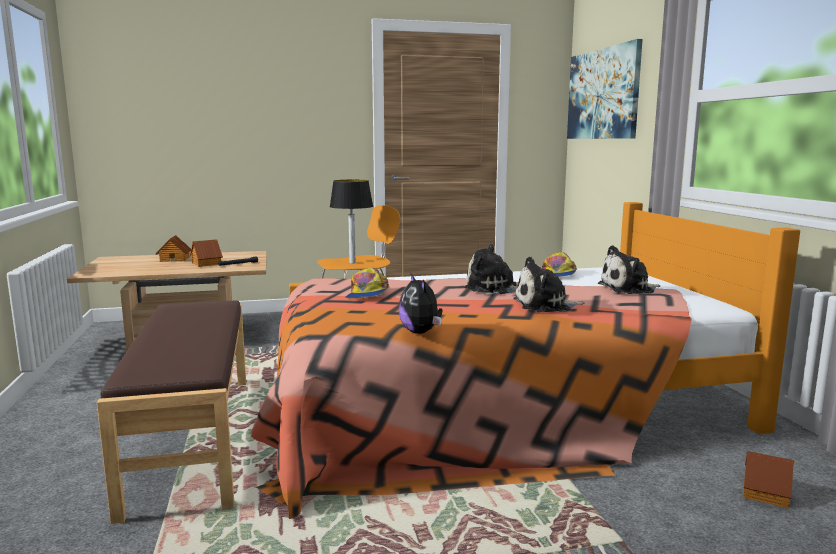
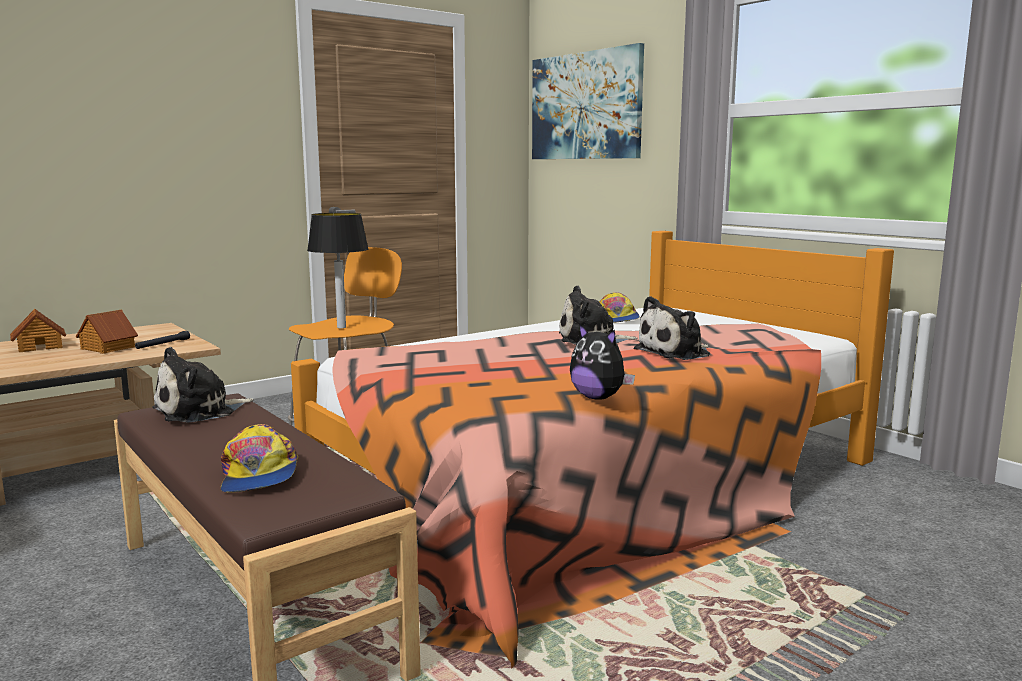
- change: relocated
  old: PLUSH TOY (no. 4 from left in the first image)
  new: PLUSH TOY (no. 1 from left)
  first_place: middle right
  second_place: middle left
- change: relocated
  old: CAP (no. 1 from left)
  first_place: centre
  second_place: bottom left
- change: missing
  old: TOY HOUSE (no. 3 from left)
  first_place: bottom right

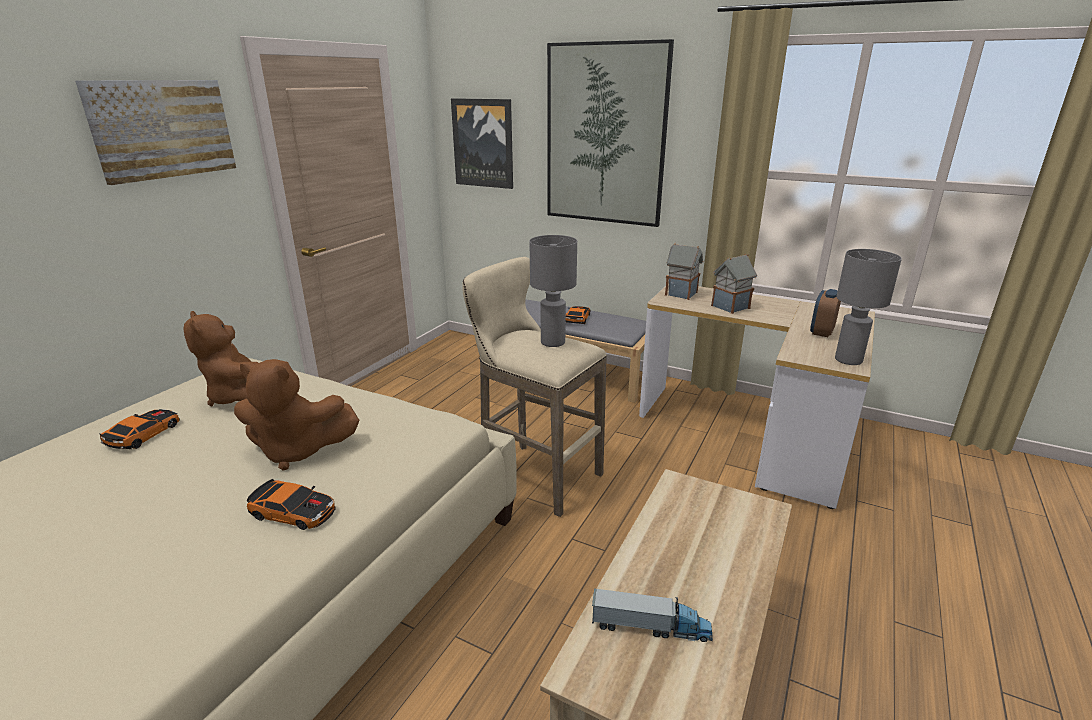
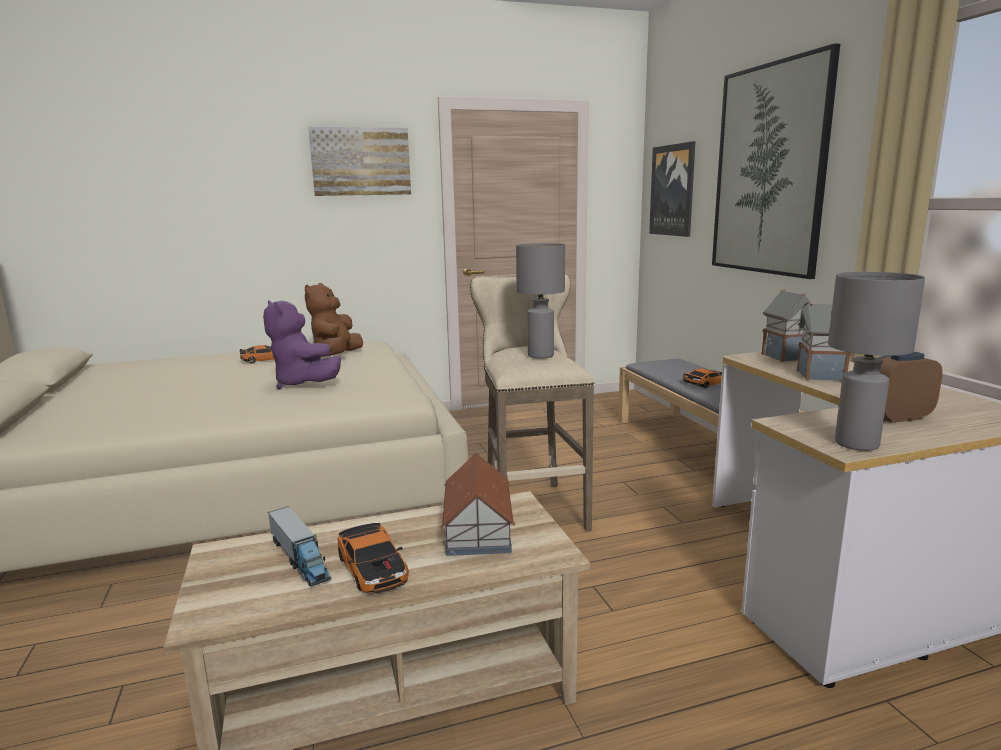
- change: colour
  old: BROWN PLUSH TOY (no. 2 from left)
  new: PURPLE PLUSH TOY
  first_place: middle left
  second_place: middle left
- change: relocated
  old: TOY CAR (no. 2 from left)
  first_place: bottom left
  second_place: bottom centre
- change: appeared
  new: TOY HOUSE (no. 1 from left)
  second_place: bottom centre

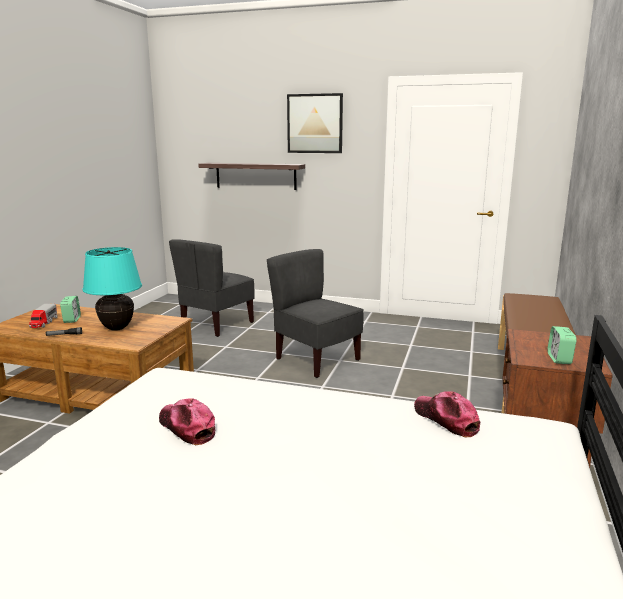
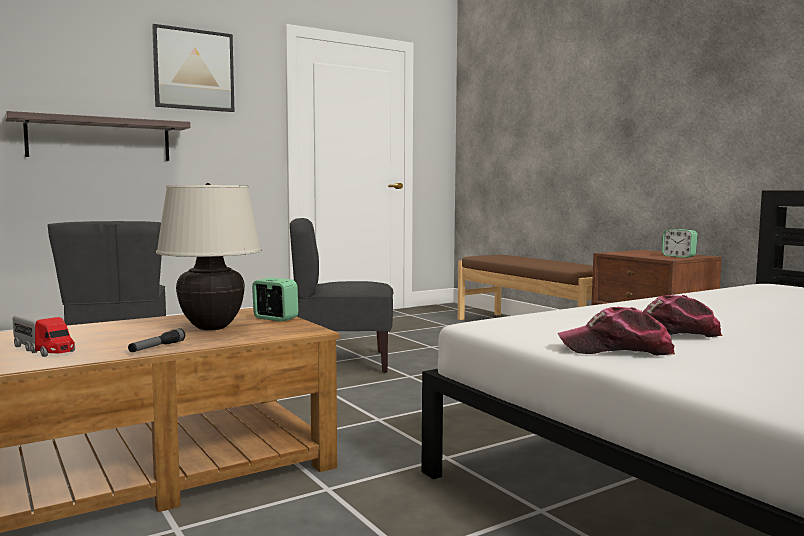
- change: colour
  old: TURQUOISE TABLE LAMP
  new: BEIGE TABLE LAMP
  first_place: middle left
  second_place: middle left
- change: relocated
  old: ALARM CLOCK (no. 1 from left)
  first_place: middle left
  second_place: centre
- change: relocated
  old: CAP (no. 2 from left in the first image)
  new: CAP (no. 1 from left)
  first_place: bottom right
  second_place: middle right

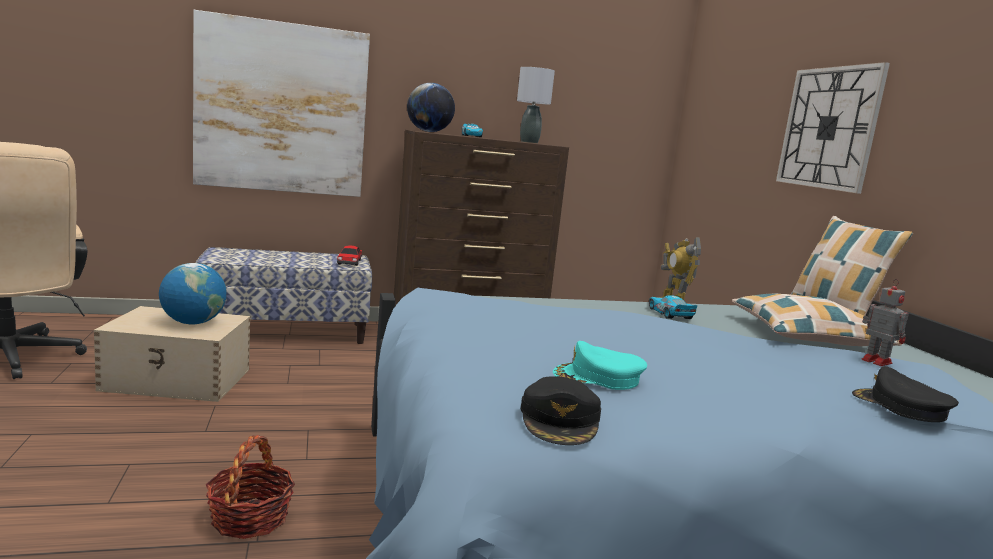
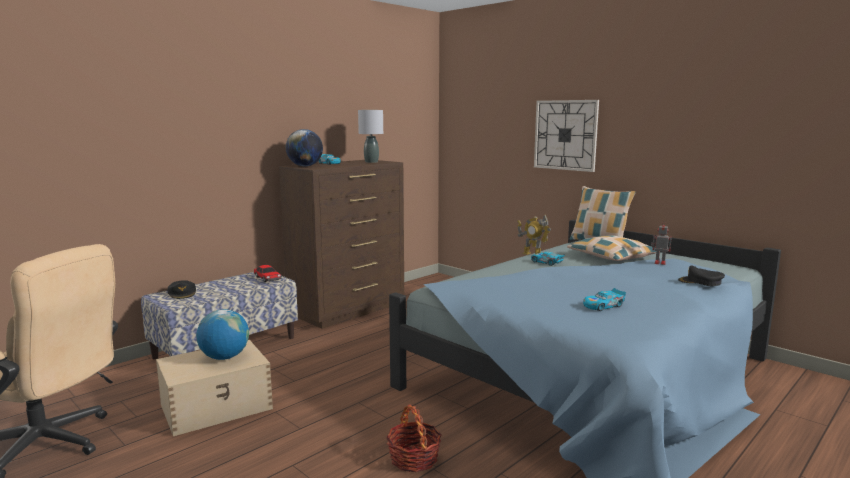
- change: relocated
  old: BLACK CAP (no. 1 from left)
  first_place: bottom centre
  second_place: middle left
- change: exchanged
  old: TURQUOISE CAP
  new: TOY CAR (no. 4 from left)
  first_place: centre
  second_place: middle right
- change: missing
  old: PICTURE
  first_place: top left

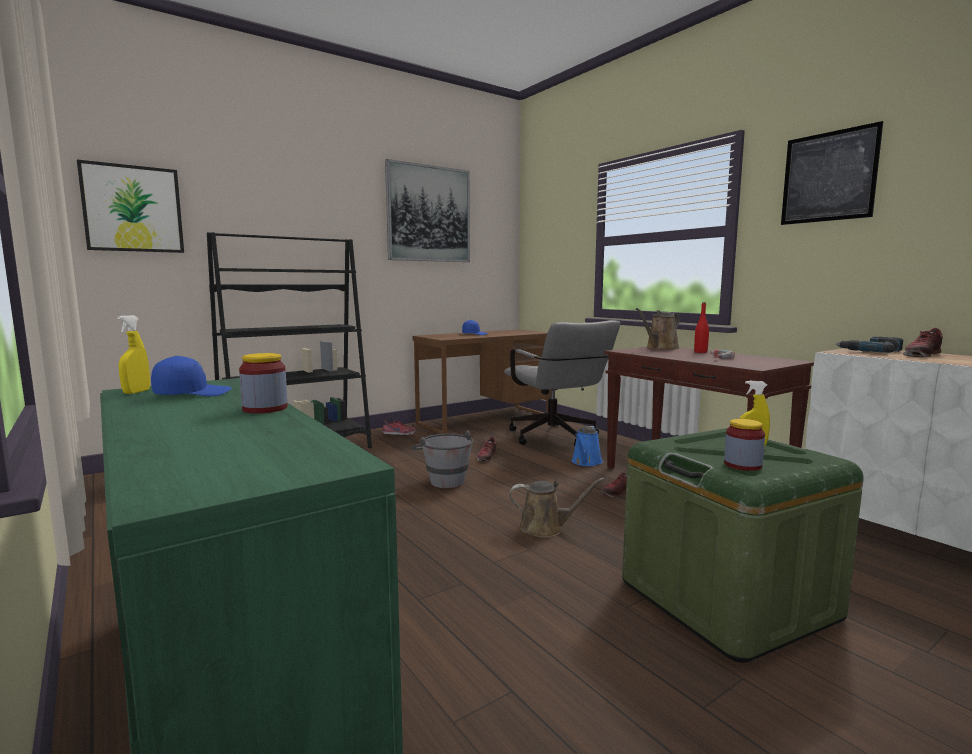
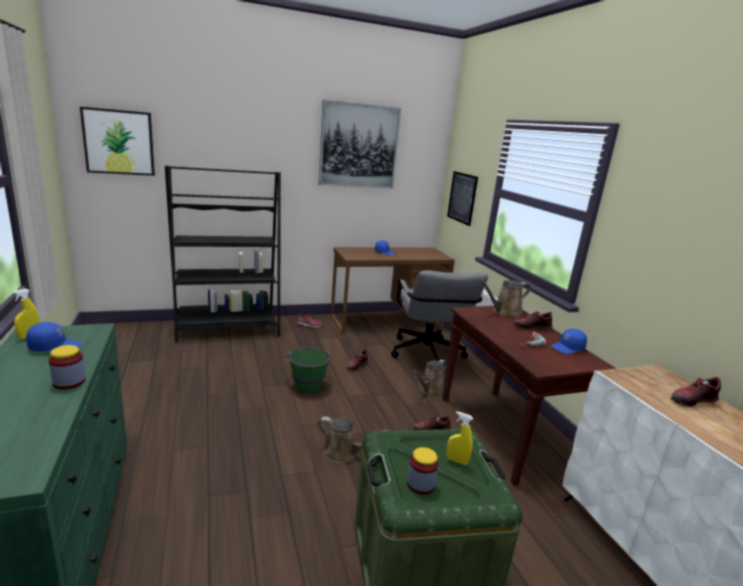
- change: colour
  old: GREY BUCKET
  new: GREEN BUCKET
  first_place: centre
  second_place: centre
- change: colour
  old: BLUE WATERING CAN
  new: BROWN WATERING CAN (no. 2 from left)
  first_place: centre
  second_place: centre
- change: relocated
  old: PICTURE (no. 3 from left)
  first_place: top right
  second_place: centre
- change: exchanged
  old: RED BOTTLE
  new: SHOE (no. 4 from left)
  first_place: middle right
  second_place: middle right
- change: appeared
  new: BLUE CAP (no. 3 from left)
  second_place: middle right
- change: missing
  old: POWER DRILL (no. 2 from left)
  first_place: middle right

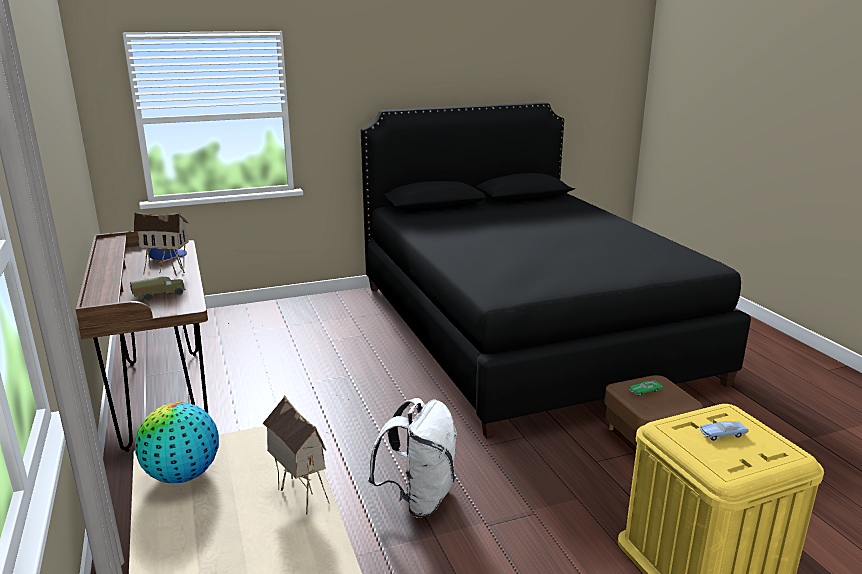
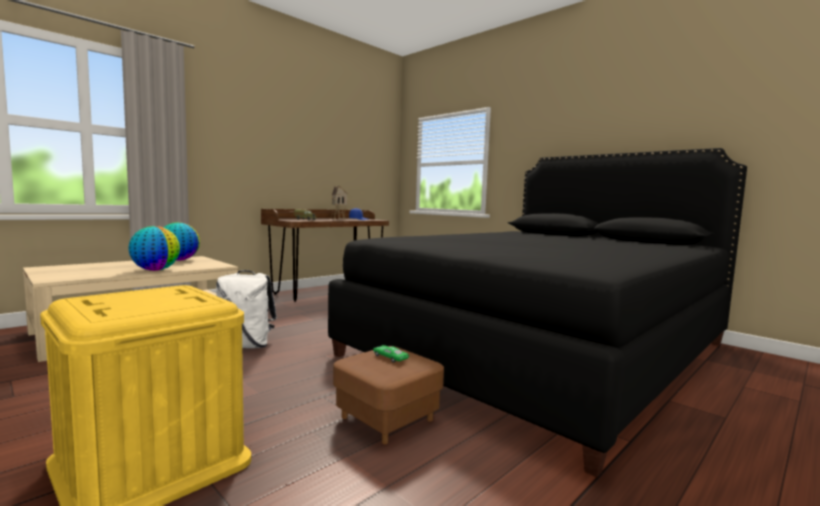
- change: exchanged
  old: TOY HOUSE (no. 2 from left)
  new: GLOBE (no. 1 from left)
  first_place: bottom centre
  second_place: middle left
- change: missing
  old: BLUE TOY CAR
  first_place: bottom right

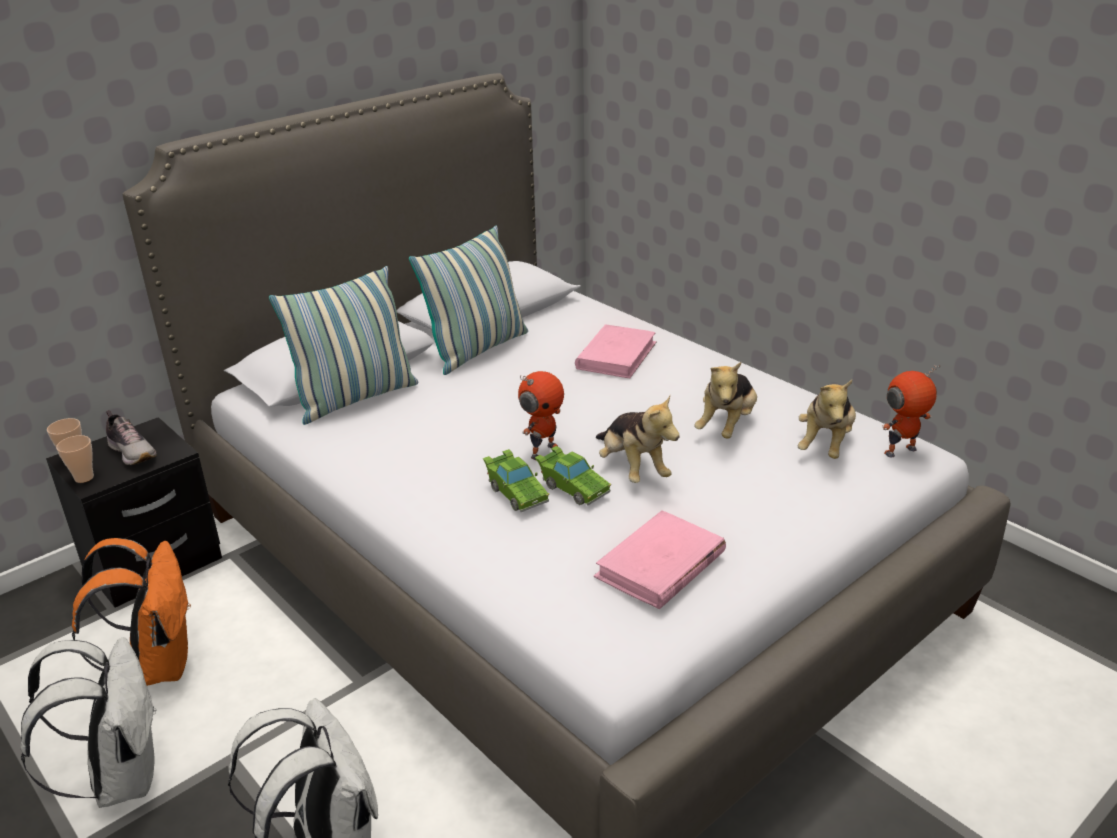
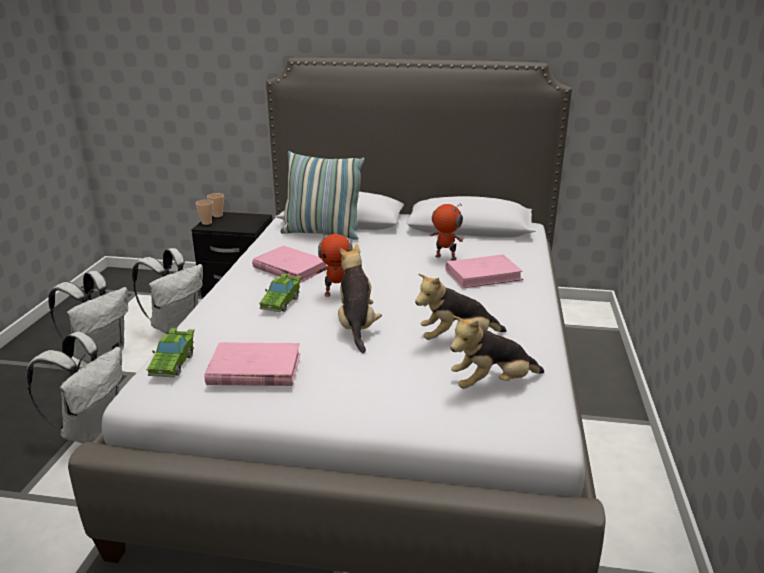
- change: colour
  old: ORANGE BACKPACK
  new: WHITE BACKPACK (no. 3 from left)
  first_place: bottom left
  second_place: middle left
- change: relocated
  old: GREEN TOY CAR (no. 2 from left in the first image)
  new: GREEN TOY CAR (no. 1 from left)
  first_place: centre
  second_place: middle left
- change: appeared
  new: PINK BOOK (no. 2 from left)
  second_place: centre
- change: spun
  old: PLUSH TOY (no. 1 from left)
  first_place: centre
  second_place: centre
  degrees: 150
- change: relocated
  old: TOY ROBOT (no. 2 from left)
  first_place: middle right
  second_place: centre
- change: missing
  old: SHOE
  first_place: middle left
- change: missing
  old: PILLOW (no. 2 from left)
  first_place: centre

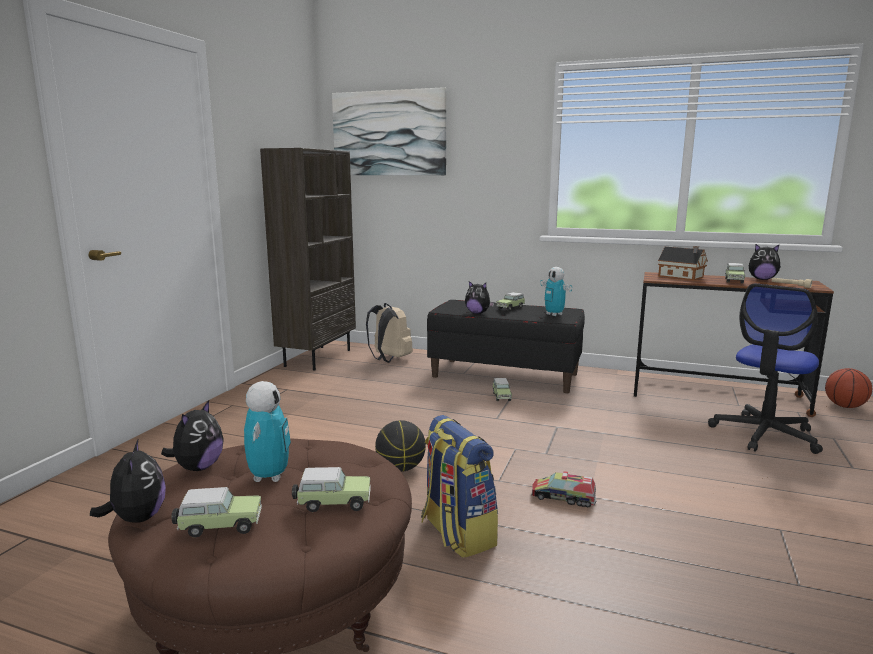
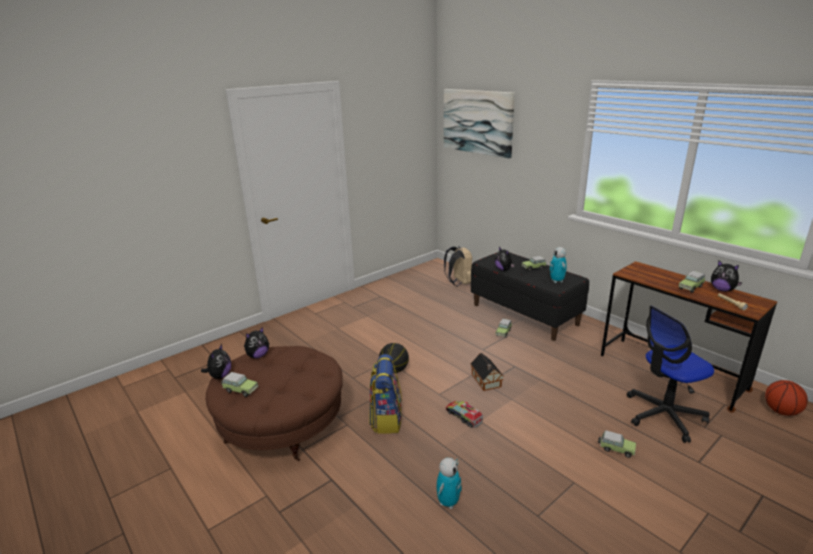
- change: relocated
  old: TOY ROBOT (no. 1 from left)
  first_place: middle left
  second_place: bottom centre
- change: relocated
  old: TOY HOUSE
  first_place: middle right
  second_place: bottom centre
- change: relocated
  old: TOY CAR (no. 2 from left in the first image)
  new: TOY CAR (no. 4 from left)
  first_place: bottom centre
  second_place: bottom right
- change: missing
  old: BROWN BOOKCASE
  first_place: centre

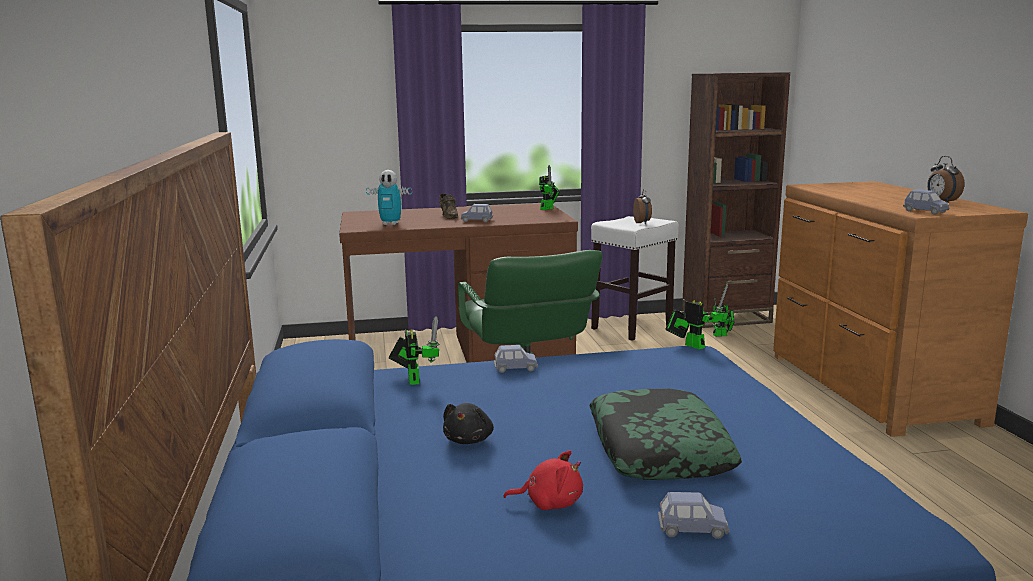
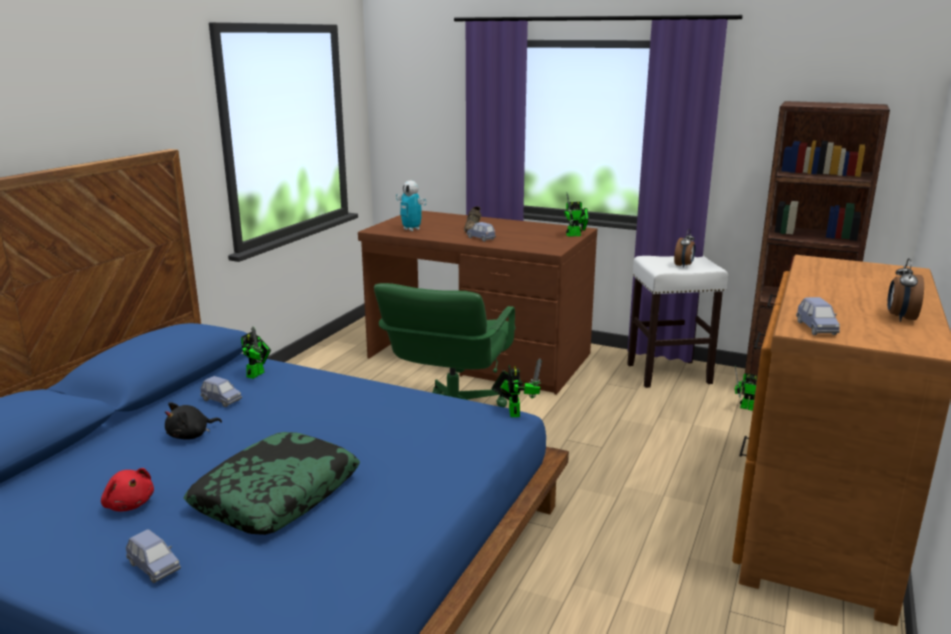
- change: relocated
  old: BLUE TOY CAR (no. 2 from left)
  first_place: centre
  second_place: middle left

